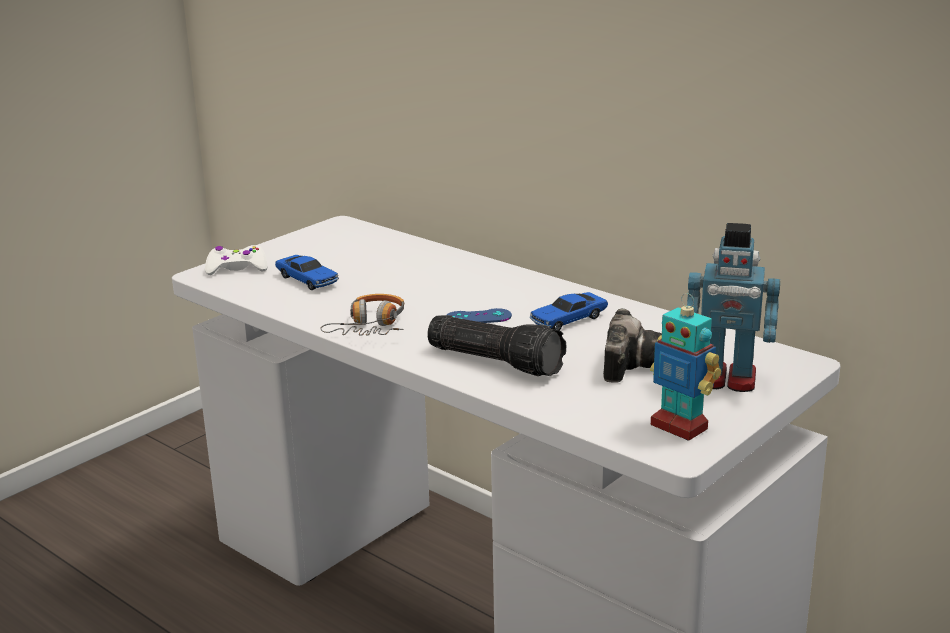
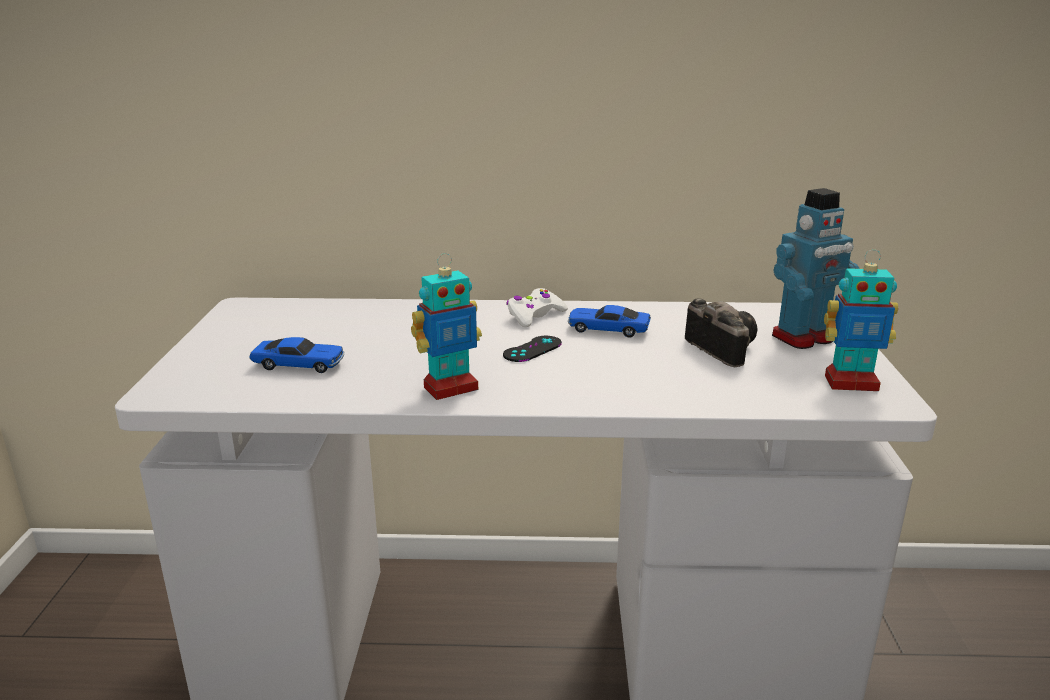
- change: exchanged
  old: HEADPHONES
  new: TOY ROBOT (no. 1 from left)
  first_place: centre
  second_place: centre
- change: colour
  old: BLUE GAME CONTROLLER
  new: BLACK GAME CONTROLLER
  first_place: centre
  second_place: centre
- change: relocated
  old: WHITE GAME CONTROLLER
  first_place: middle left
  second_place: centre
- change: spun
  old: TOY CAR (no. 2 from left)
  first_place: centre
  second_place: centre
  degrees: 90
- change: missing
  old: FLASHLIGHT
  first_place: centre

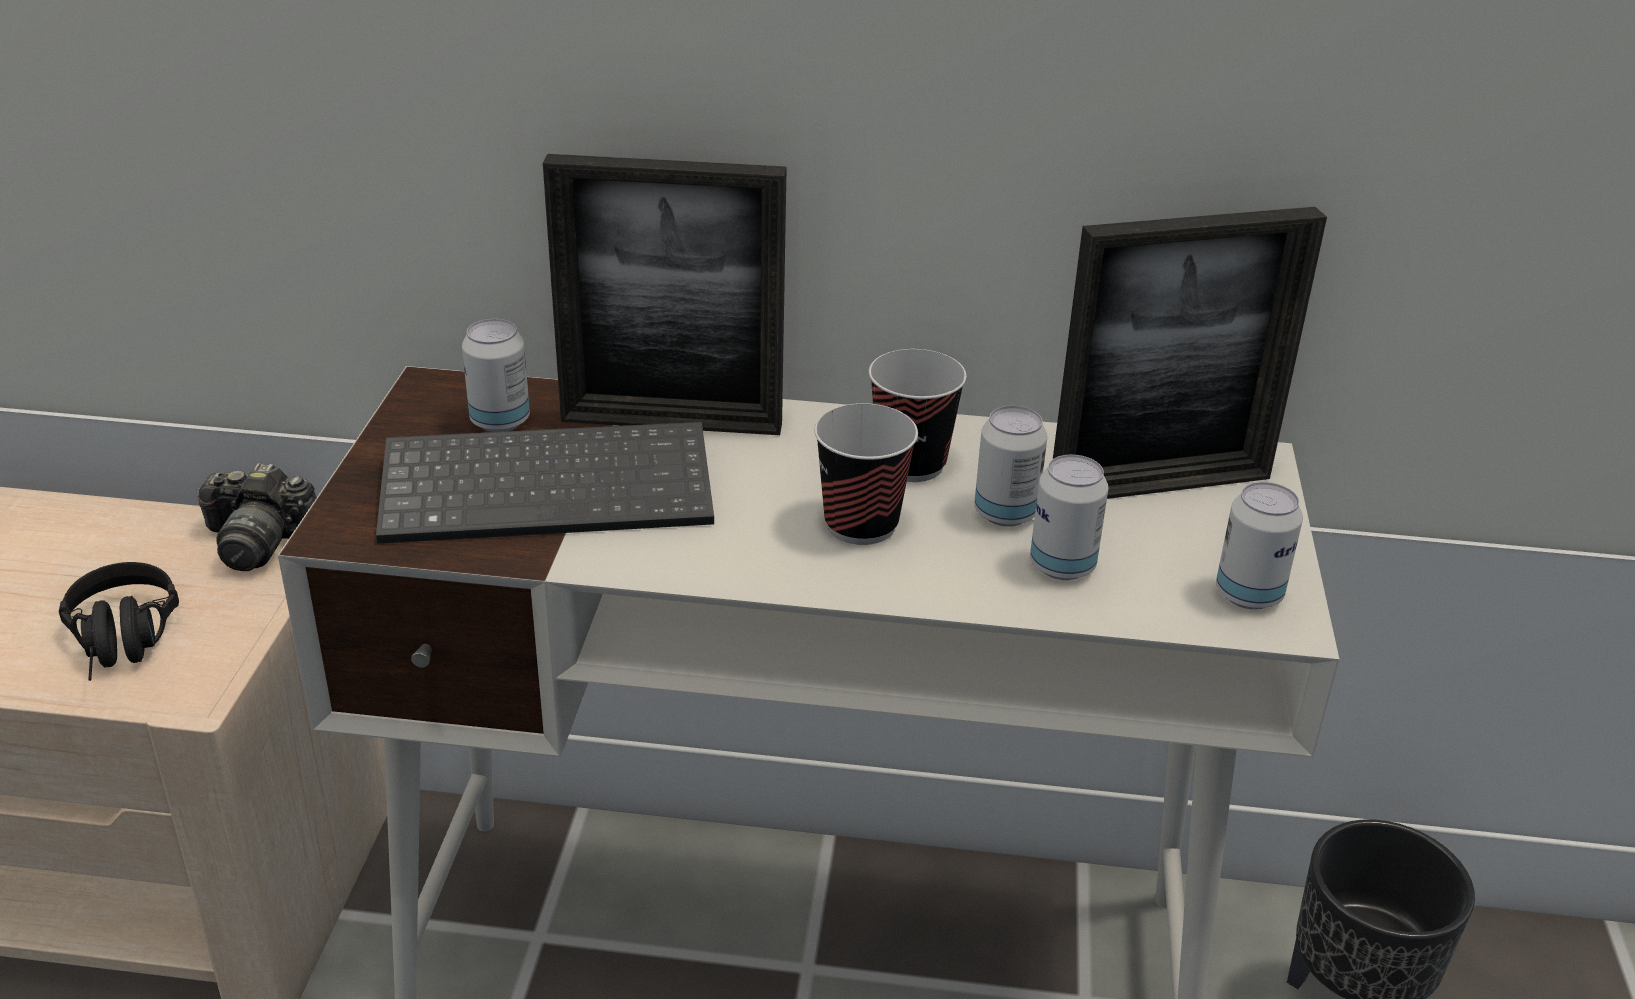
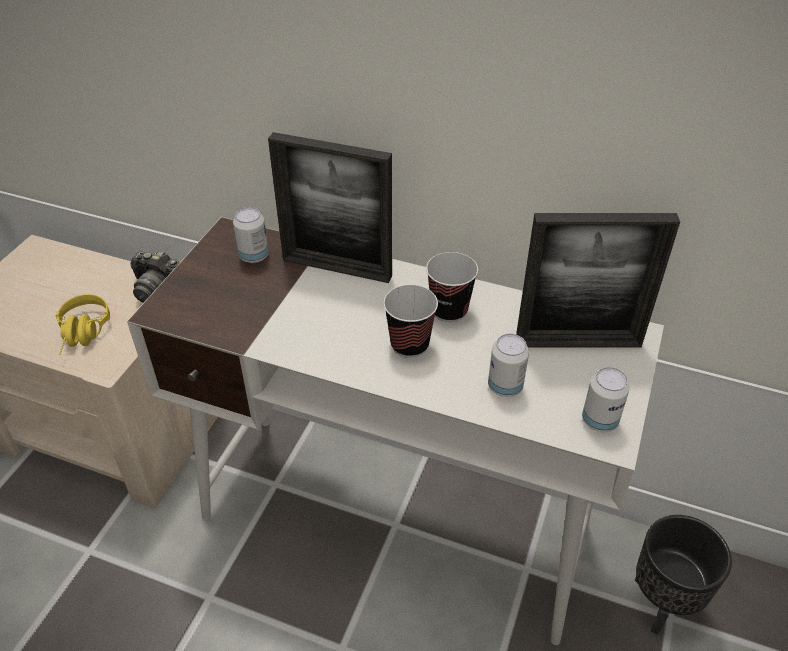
- change: colour
  old: BLACK HEADPHONES
  new: YELLOW HEADPHONES
  first_place: middle left
  second_place: middle left
- change: missing
  old: KEYBOARD
  first_place: centre
- change: missing
  old: CAN (no. 2 from left)
  first_place: centre

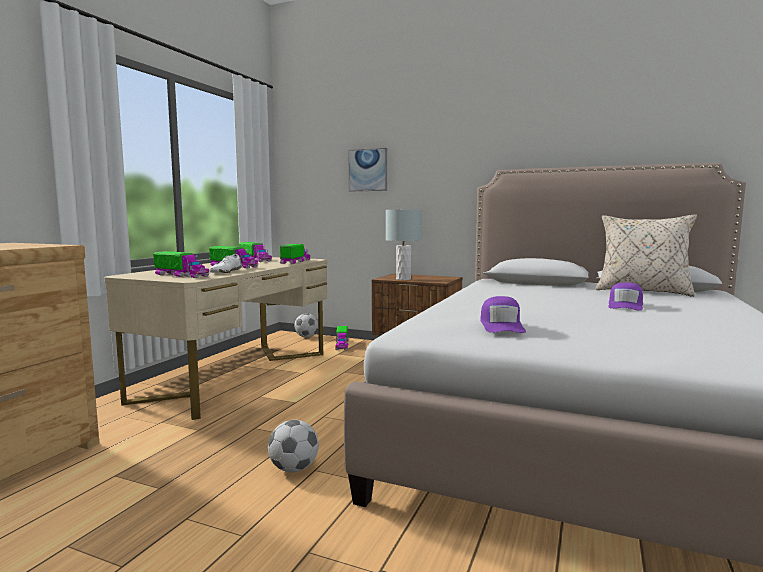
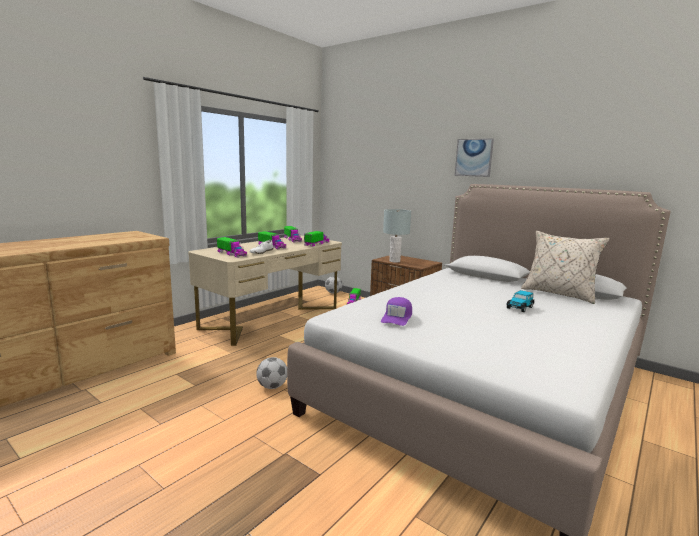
- change: relocated
  old: PICTURE
  first_place: top centre
  second_place: top right
- change: exchanged
  old: PURPLE CAP (no. 2 from left)
  new: TOY CAR
  first_place: middle right
  second_place: middle right

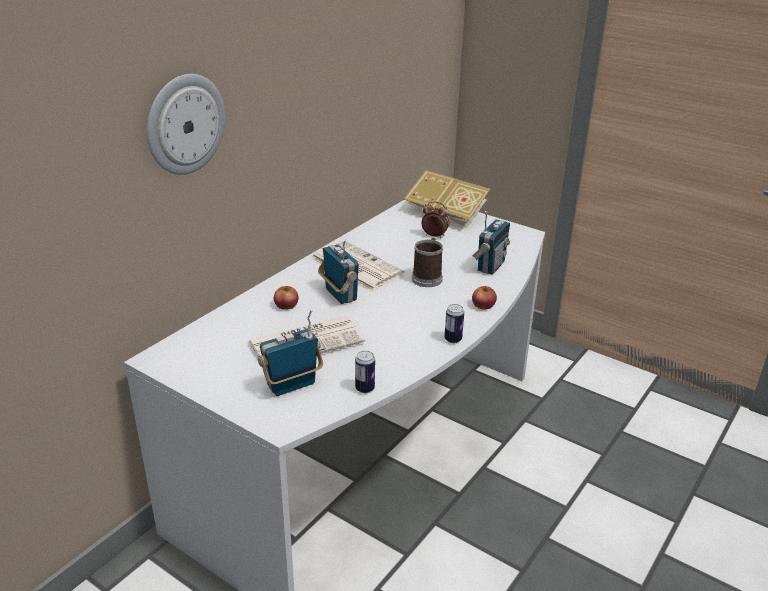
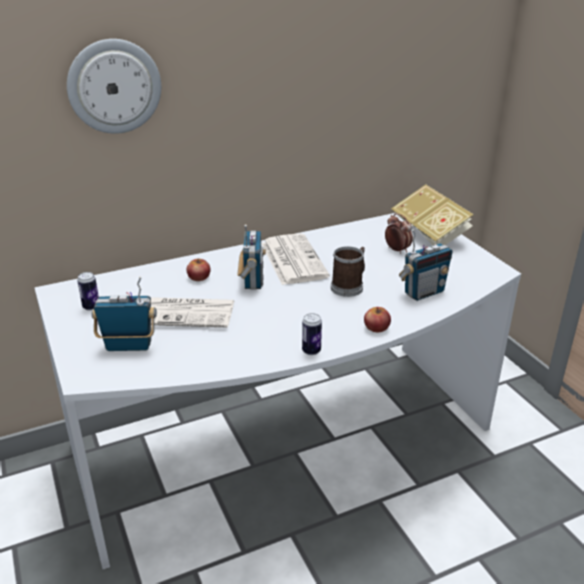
- change: relocated
  old: CAN (no. 1 from left)
  first_place: centre
  second_place: middle left

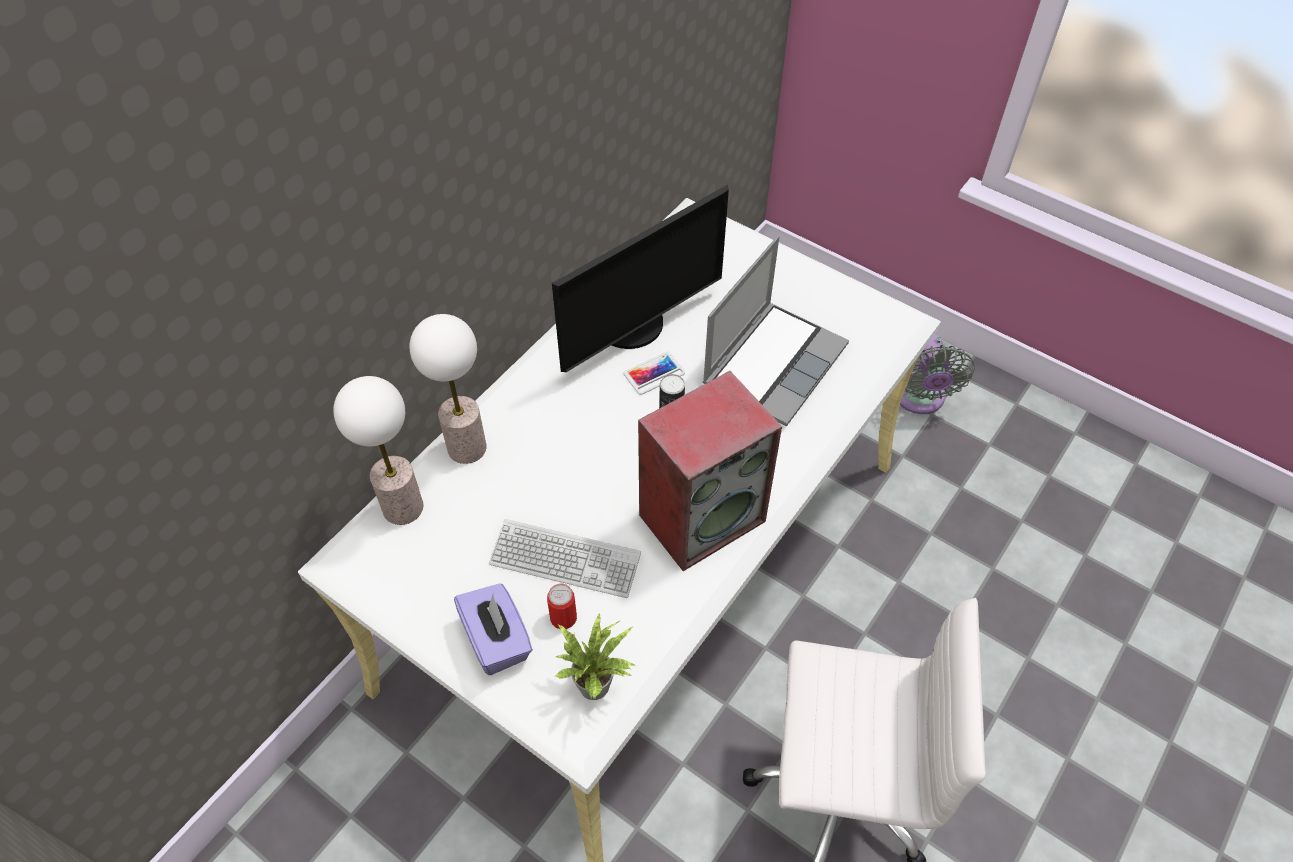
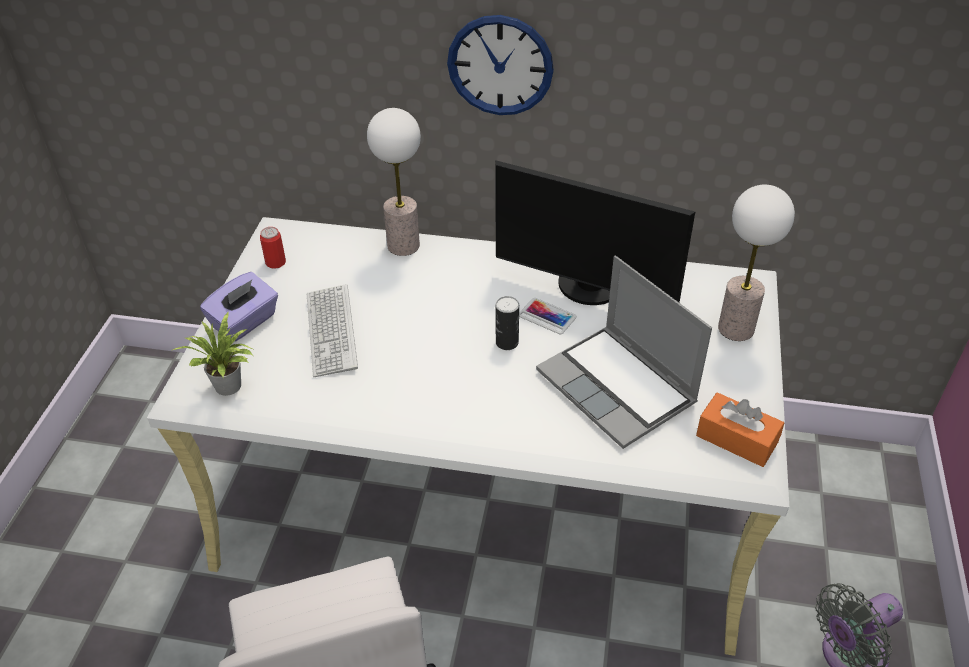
- change: relocated
  old: CAN (no. 1 from left)
  first_place: bottom centre
  second_place: middle left
- change: appeared
  new: WALL CLOCK
  second_place: top centre
- change: spun
  old: LAPTOP
  first_place: centre
  second_place: centre
  degrees: 45
- change: appeared
  new: ORANGE TISSUE BOX
  second_place: middle right
- change: relocated
  old: TABLE LAMP (no. 1 from left in the first image)
  new: TABLE LAMP (no. 2 from left)
  first_place: middle left
  second_place: middle right
- change: missing
  old: SPEAKER
  first_place: centre

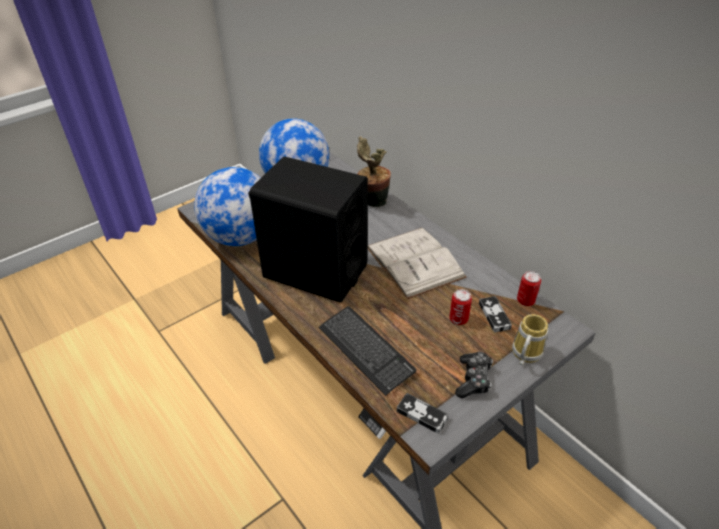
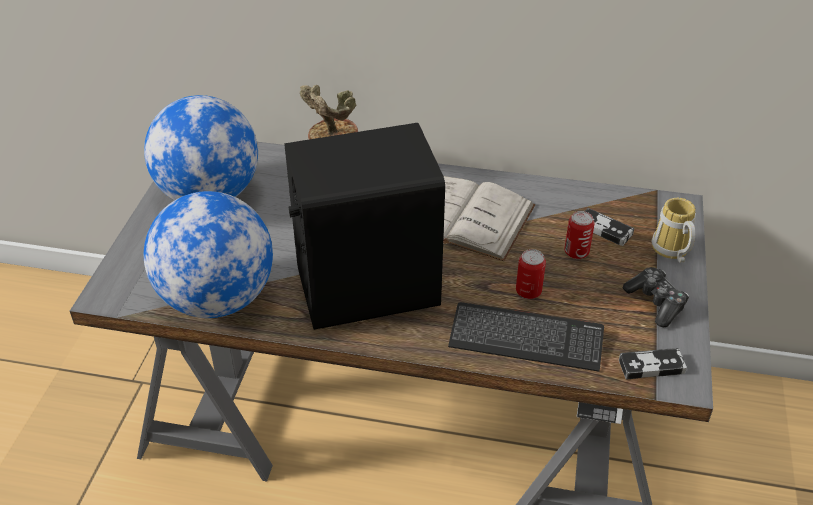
- change: relocated
  old: CAN (no. 2 from left in the first image)
  new: CAN (no. 1 from left)
  first_place: middle right
  second_place: centre

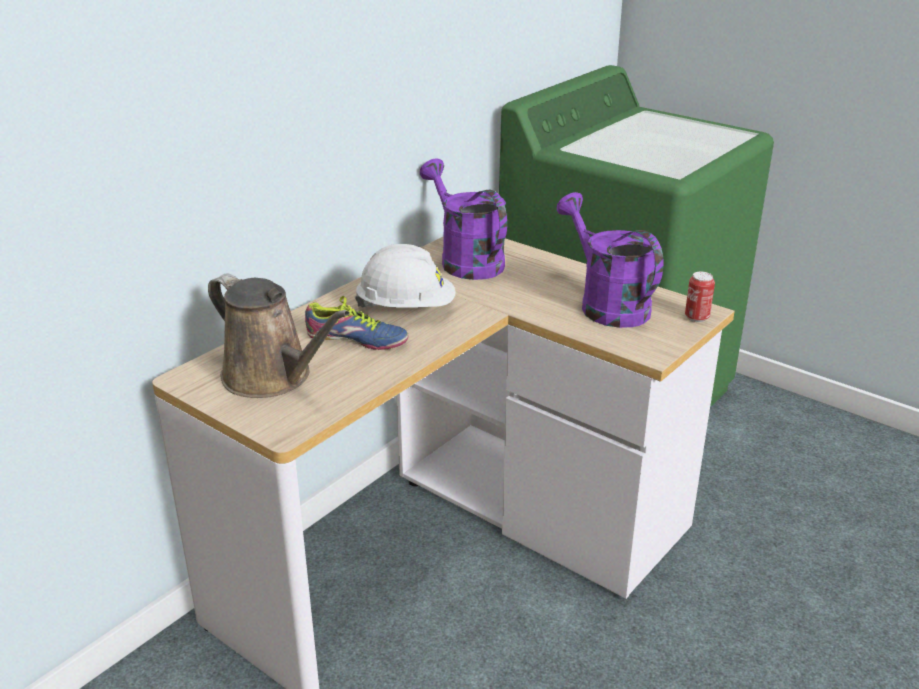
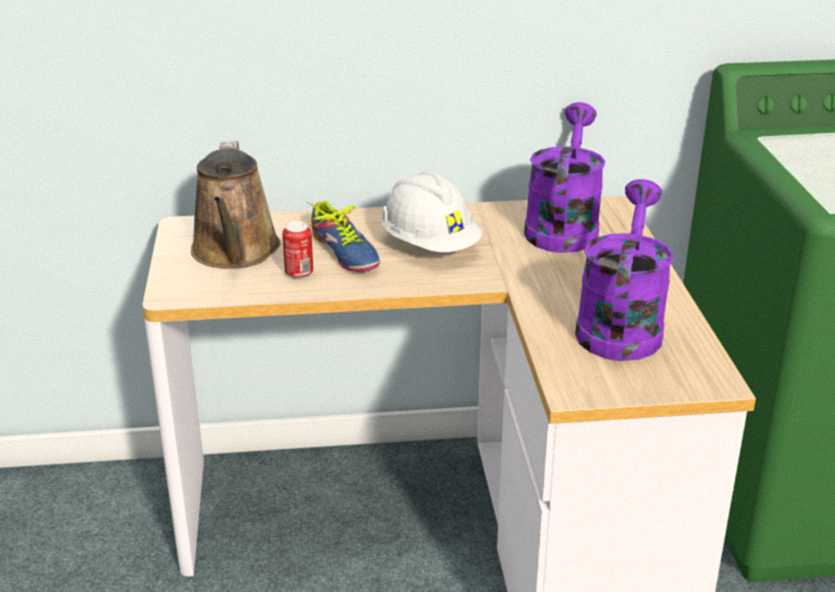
- change: relocated
  old: CAN
  first_place: middle right
  second_place: centre

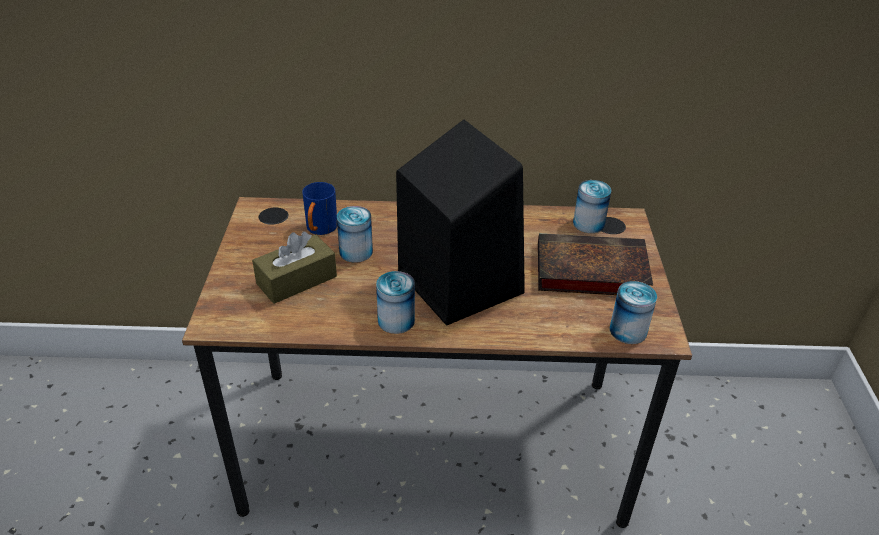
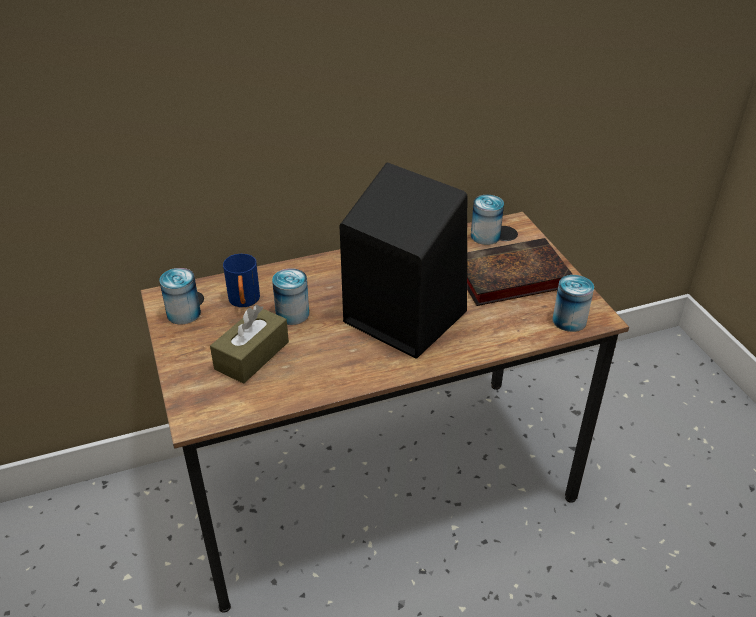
- change: relocated
  old: CAN (no. 2 from left in the first image)
  new: CAN (no. 1 from left)
  first_place: centre
  second_place: middle left

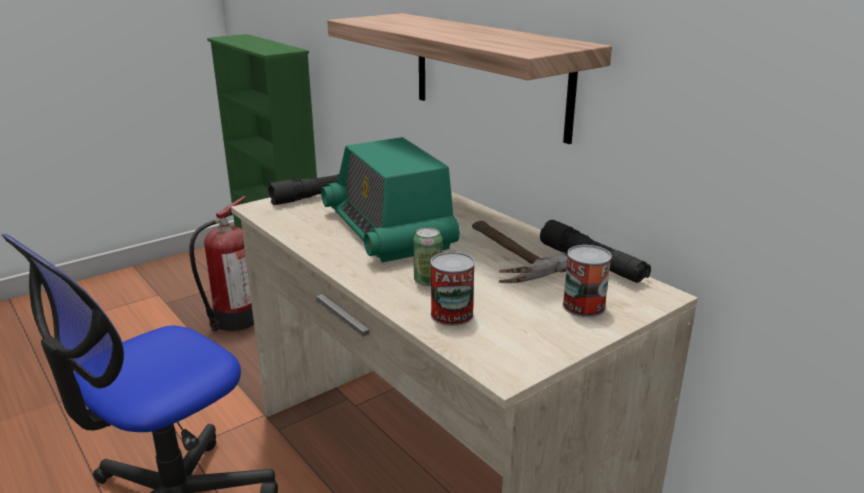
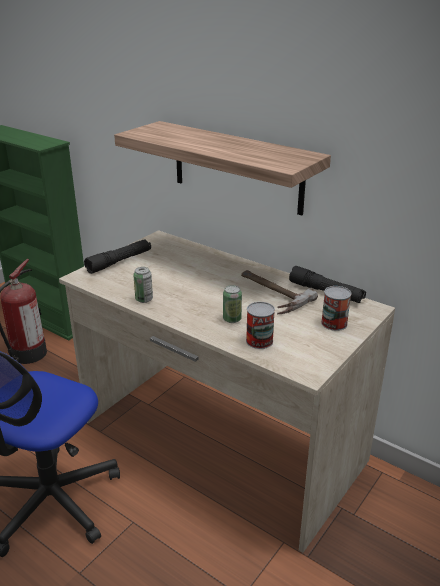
- change: appeared
  new: CAN (no. 1 from left)
  second_place: middle left
- change: missing
  old: RADIO
  first_place: centre

